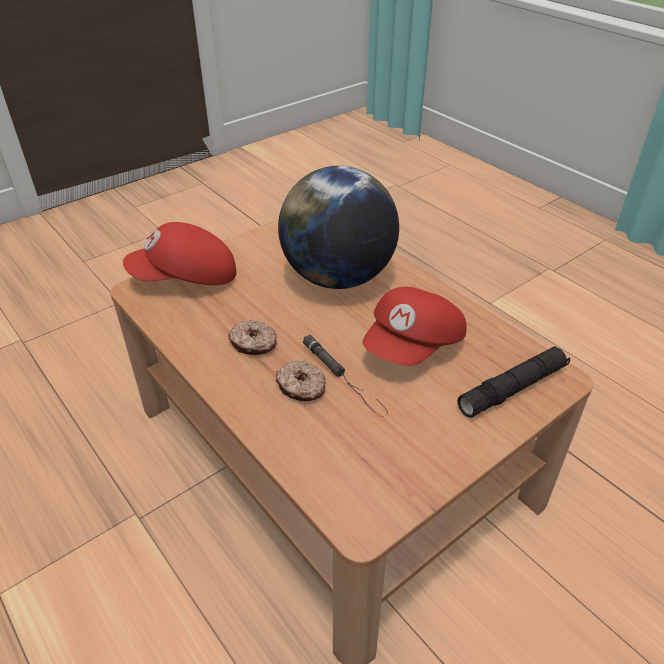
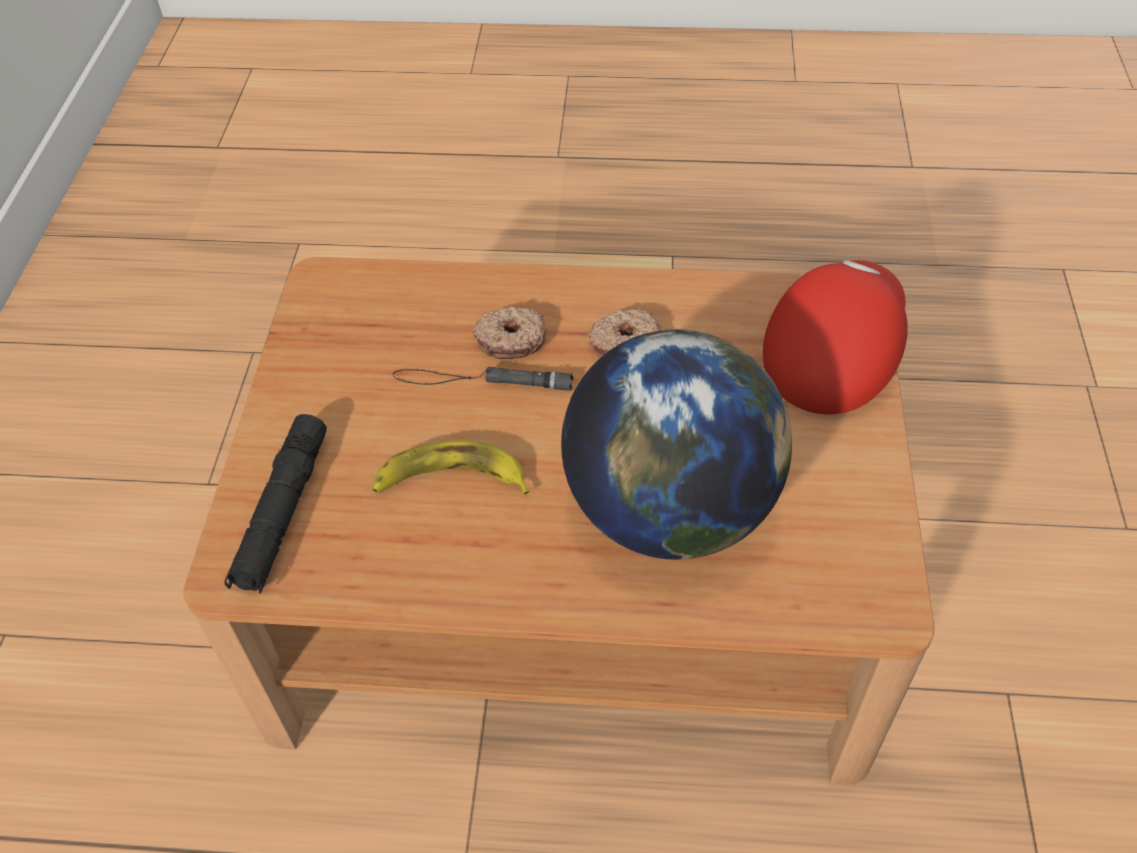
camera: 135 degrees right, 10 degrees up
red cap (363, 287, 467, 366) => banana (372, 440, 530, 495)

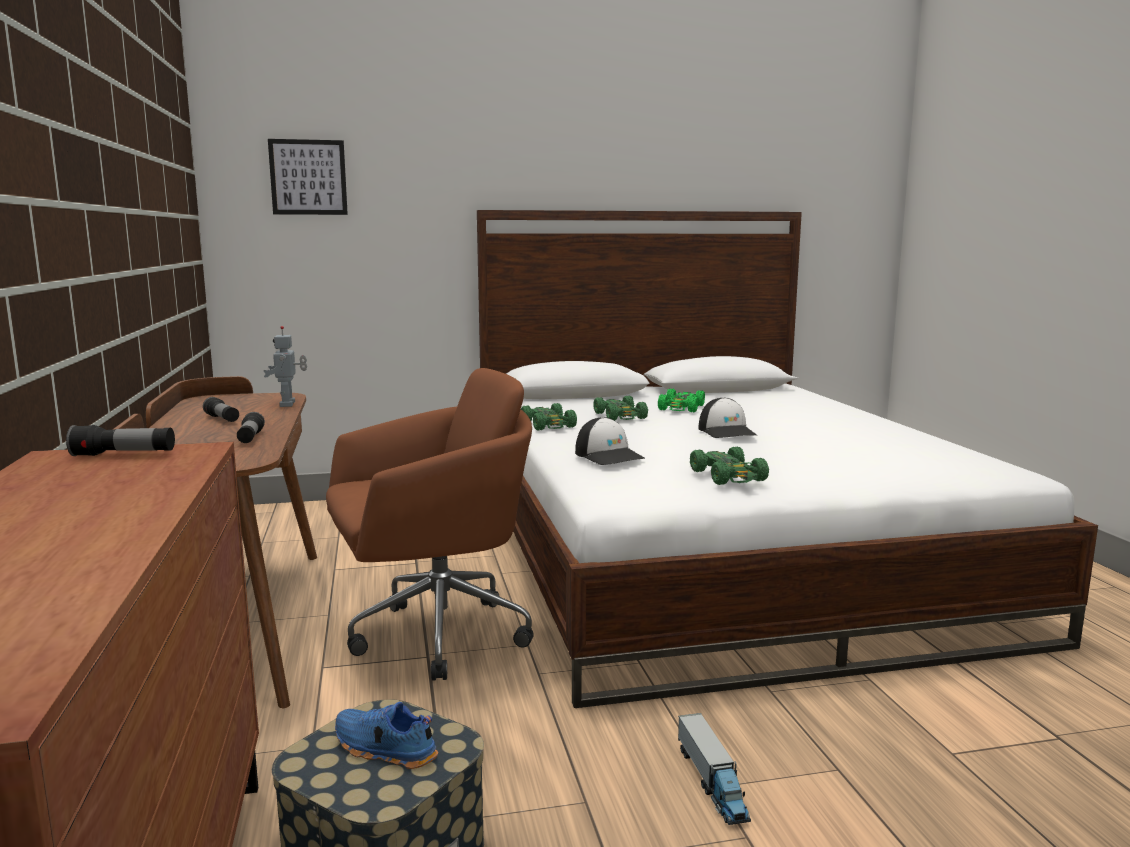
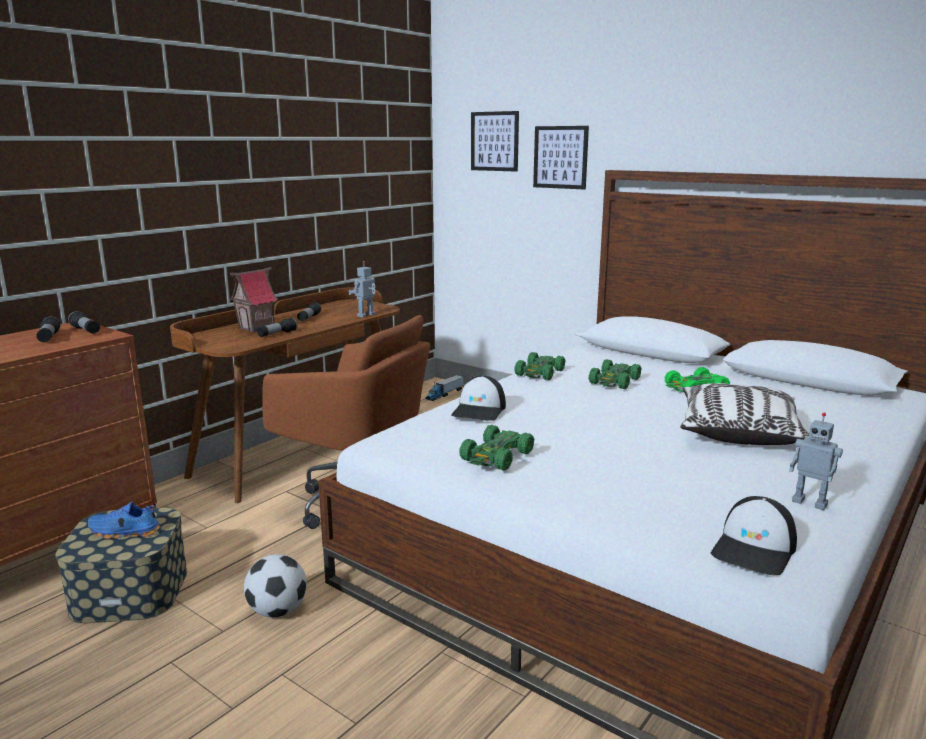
camera: 50 degrees right, 5 degrees up
blue shoe (335, 702, 438, 769) => blue shoe (88, 502, 160, 539), 75 degrees counterclockwise
toy truck (678, 713, 751, 825) => toy truck (425, 375, 464, 401), shifted
cap (698, 397, 758, 438) => cap (711, 496, 797, 575), shifted
nothing => flashlight (37, 316, 61, 342)
nothing => toy house (229, 267, 279, 332)
nothing => football (244, 554, 307, 617)
nothing => picture (533, 126, 589, 190)
nothing => pillow (680, 383, 809, 445)
nothing => toy robot (789, 413, 843, 510)

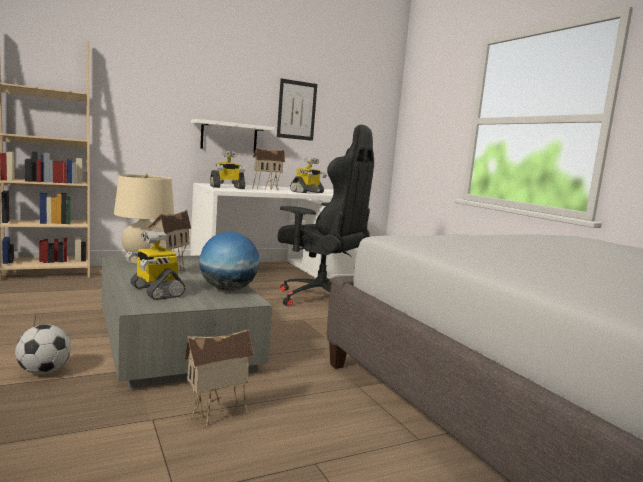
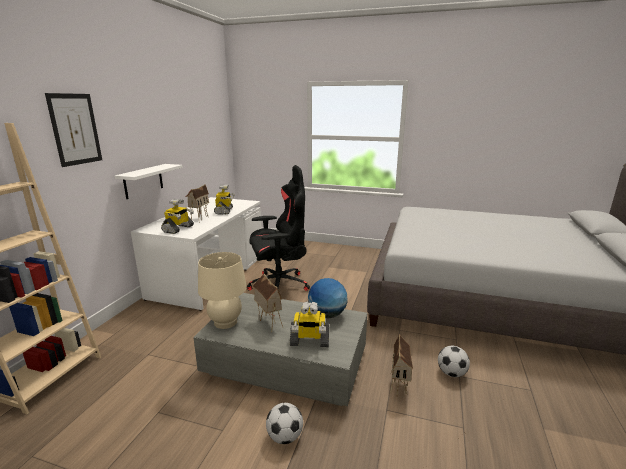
camera: 45 degrees left, 10 degrees up
picture (277, 79, 317, 141) => picture (45, 93, 102, 167), shifted
nothing => football (438, 346, 470, 377)

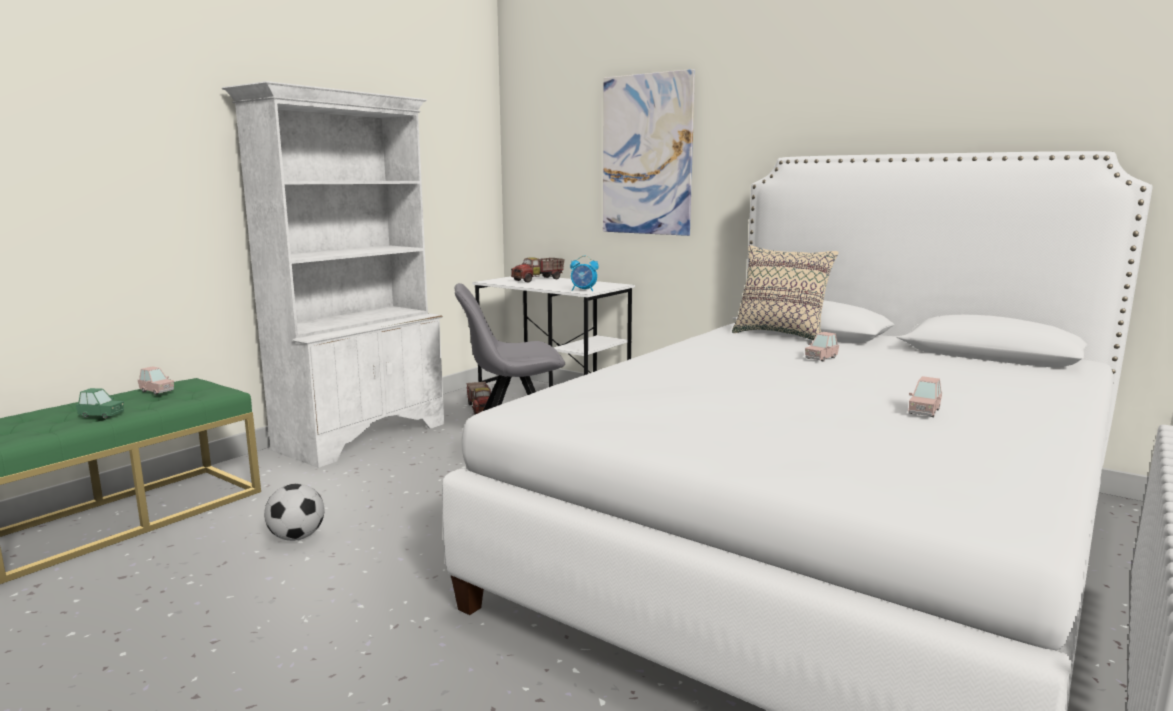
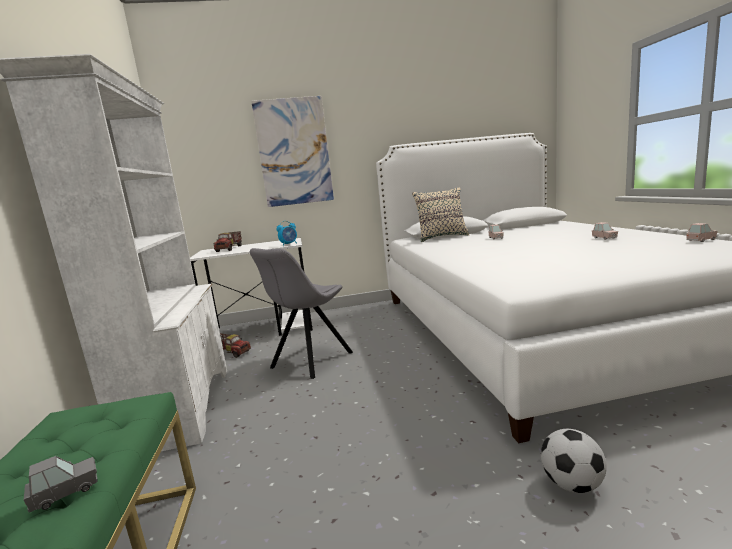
camera: 45 degrees left, 0 degrees up
green toy car (76, 388, 124, 418) => grey toy car (24, 456, 97, 512)
pink toy car (138, 366, 174, 395) => pink toy car (686, 223, 718, 242), shifted
football (264, 484, 324, 541) => football (541, 429, 607, 493), shifted

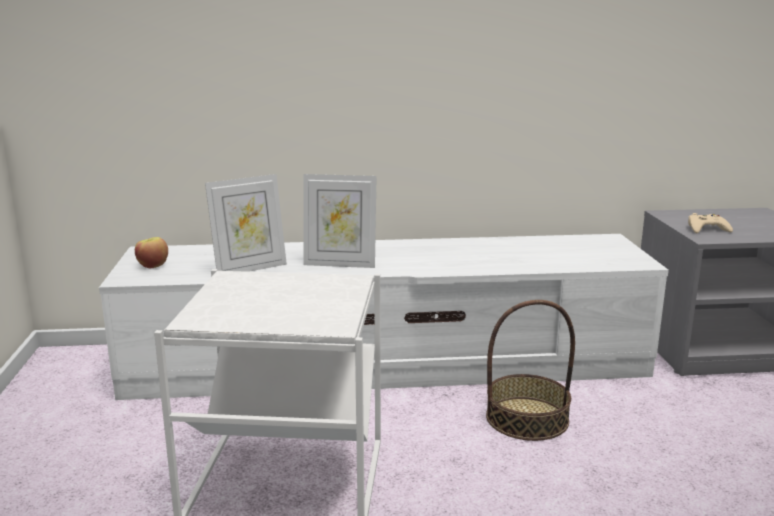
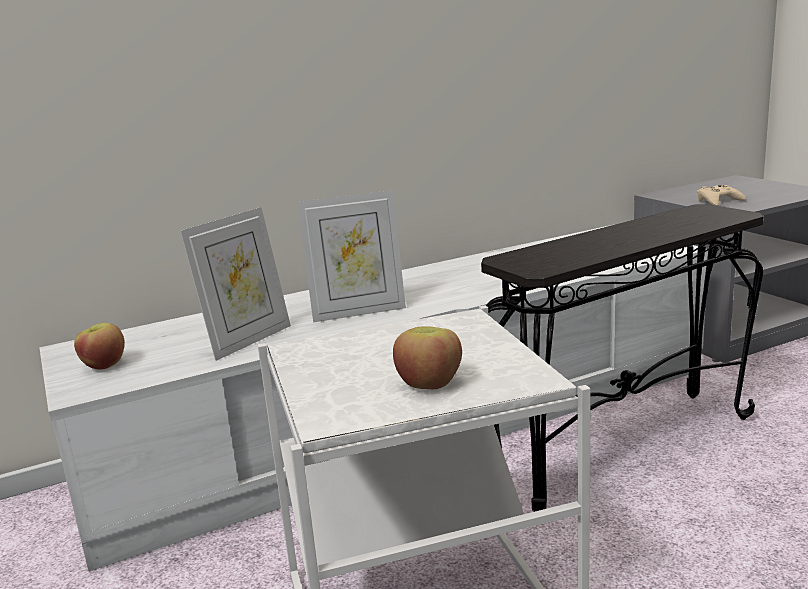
camera: 20 degrees left, 0 degrees up
basket (486, 300, 575, 441) => black side table (481, 204, 763, 512)
nothing => apple (393, 326, 462, 389)

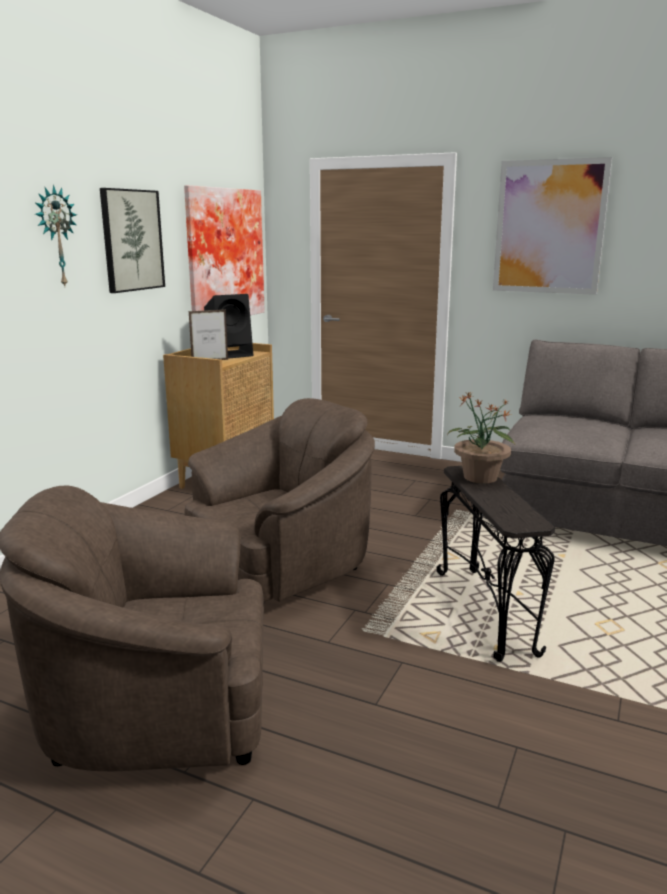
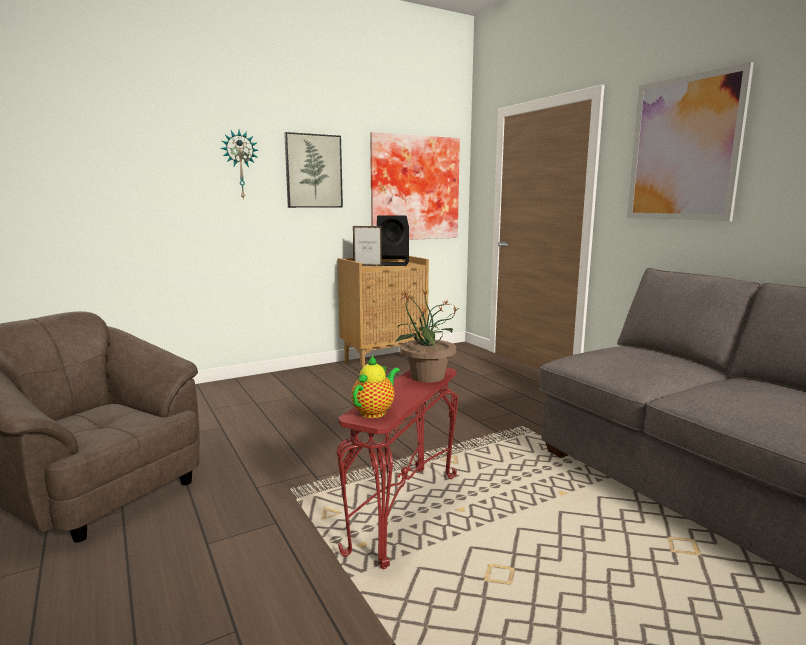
camera: 35 degrees right, 5 degrees down
brown armchair (184, 398, 375, 602) => nothing
black side table (436, 466, 555, 662) => red side table (337, 368, 458, 569)
nothing => teapot (351, 355, 400, 418)

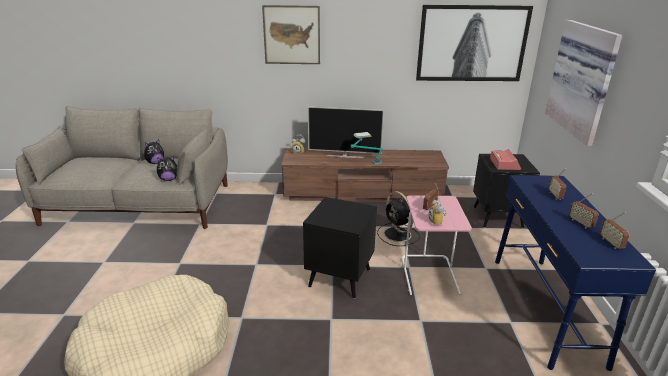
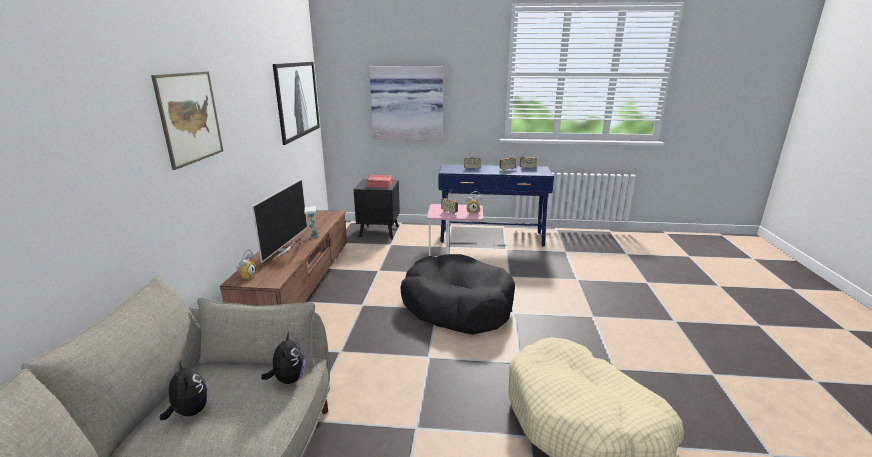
camera: 85 degrees left, 5 degrees down
black side table (303, 197, 377, 299) => black dog bed (400, 254, 515, 335)
black fan (377, 191, 420, 246) => nothing

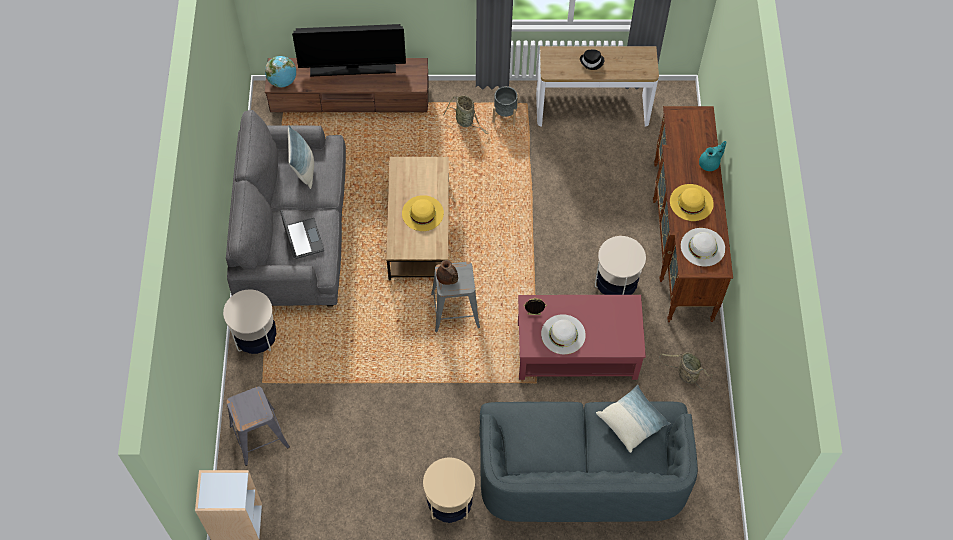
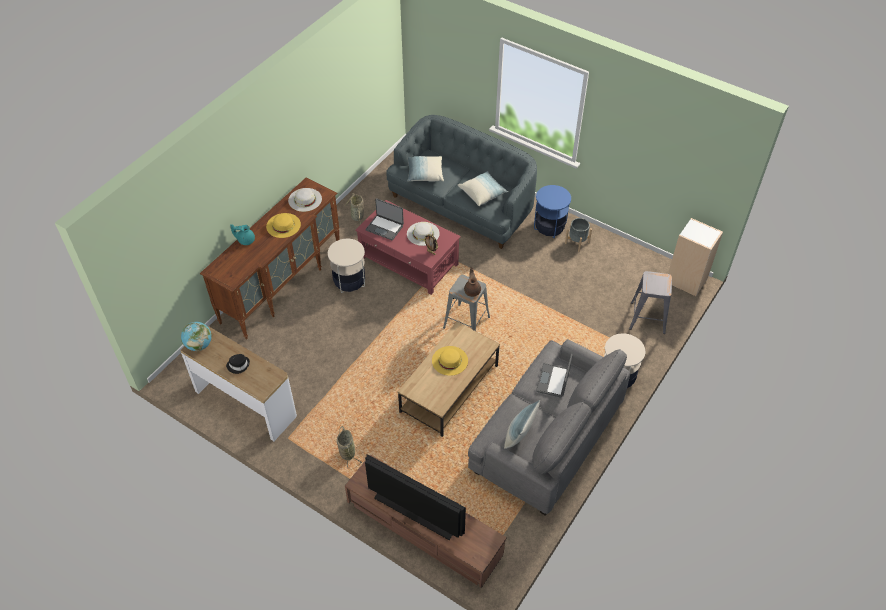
camera: 145 degrees left, 10 degrees down
globe (265, 56, 296, 87) => globe (181, 322, 212, 351), shifted
beige side table (423, 458, 475, 523) => blue side table (534, 185, 571, 238)
grey planter (493, 86, 519, 125) => grey planter (565, 218, 592, 252), shifted
nothing => laptop (366, 198, 404, 240)
nothing => pillow (458, 171, 508, 206)

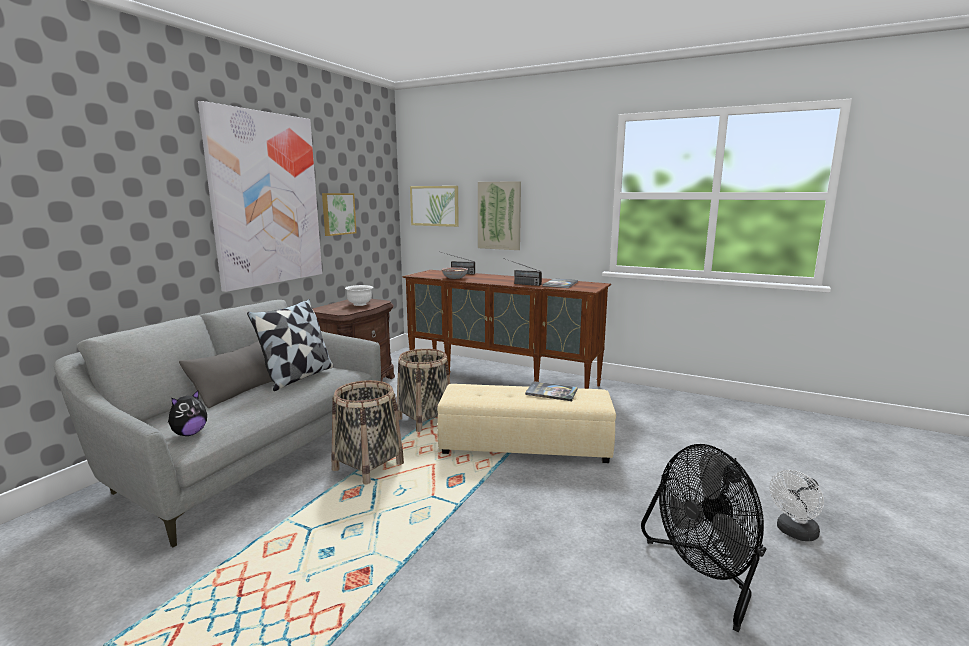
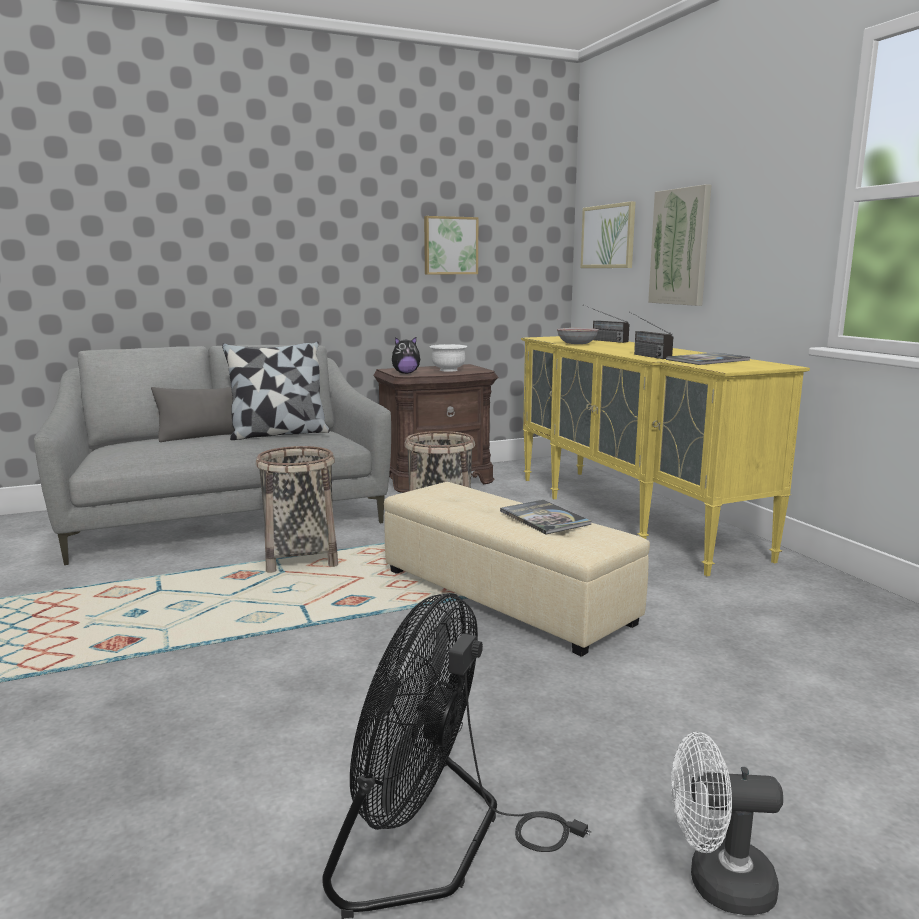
camera: 40 degrees right, 0 degrees up
plush toy (168, 390, 207, 436) => plush toy (392, 337, 420, 374), shifted
picture (198, 101, 322, 292) => nothing
brown cabinet (403, 270, 611, 389) => yellow cabinet (521, 336, 810, 576)

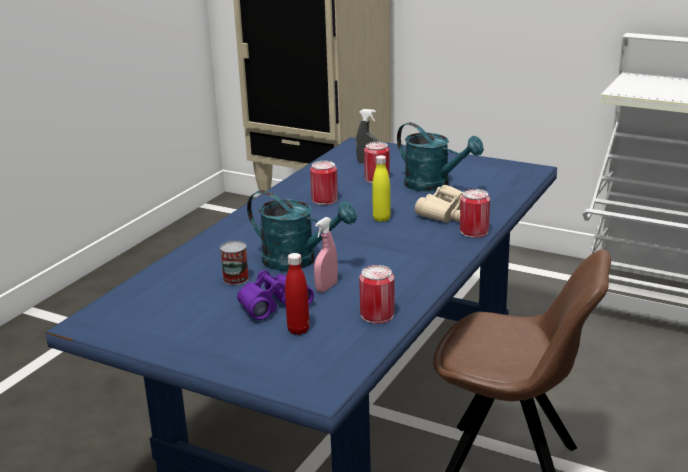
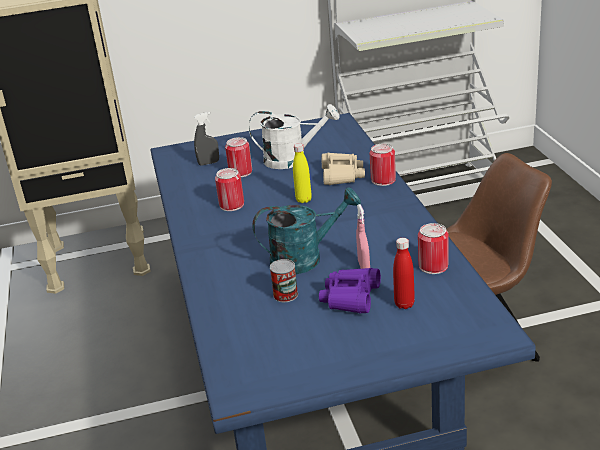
camera: 40 degrees left, 5 degrees up
turquoise watering can (397, 123, 484, 192) => white watering can (249, 104, 340, 169)

